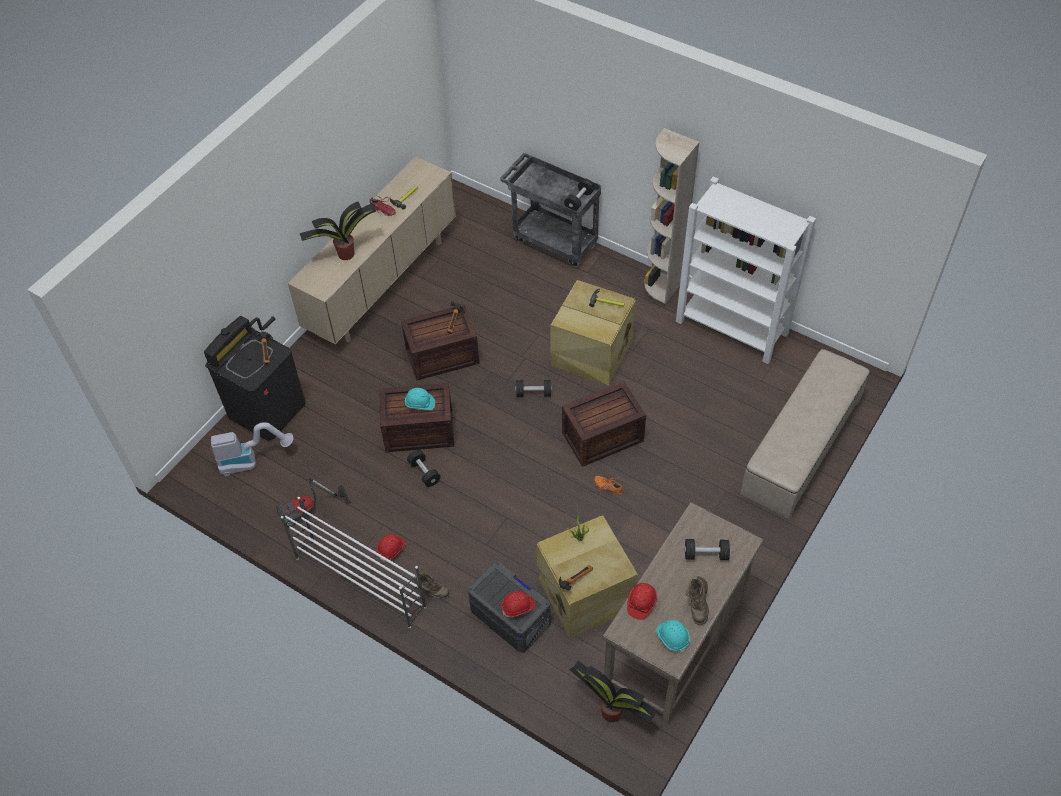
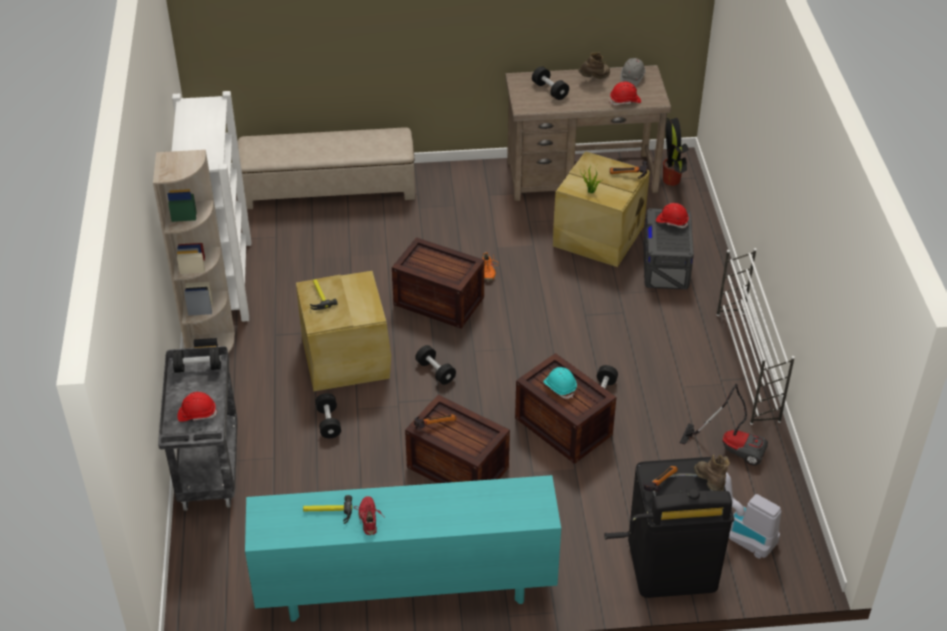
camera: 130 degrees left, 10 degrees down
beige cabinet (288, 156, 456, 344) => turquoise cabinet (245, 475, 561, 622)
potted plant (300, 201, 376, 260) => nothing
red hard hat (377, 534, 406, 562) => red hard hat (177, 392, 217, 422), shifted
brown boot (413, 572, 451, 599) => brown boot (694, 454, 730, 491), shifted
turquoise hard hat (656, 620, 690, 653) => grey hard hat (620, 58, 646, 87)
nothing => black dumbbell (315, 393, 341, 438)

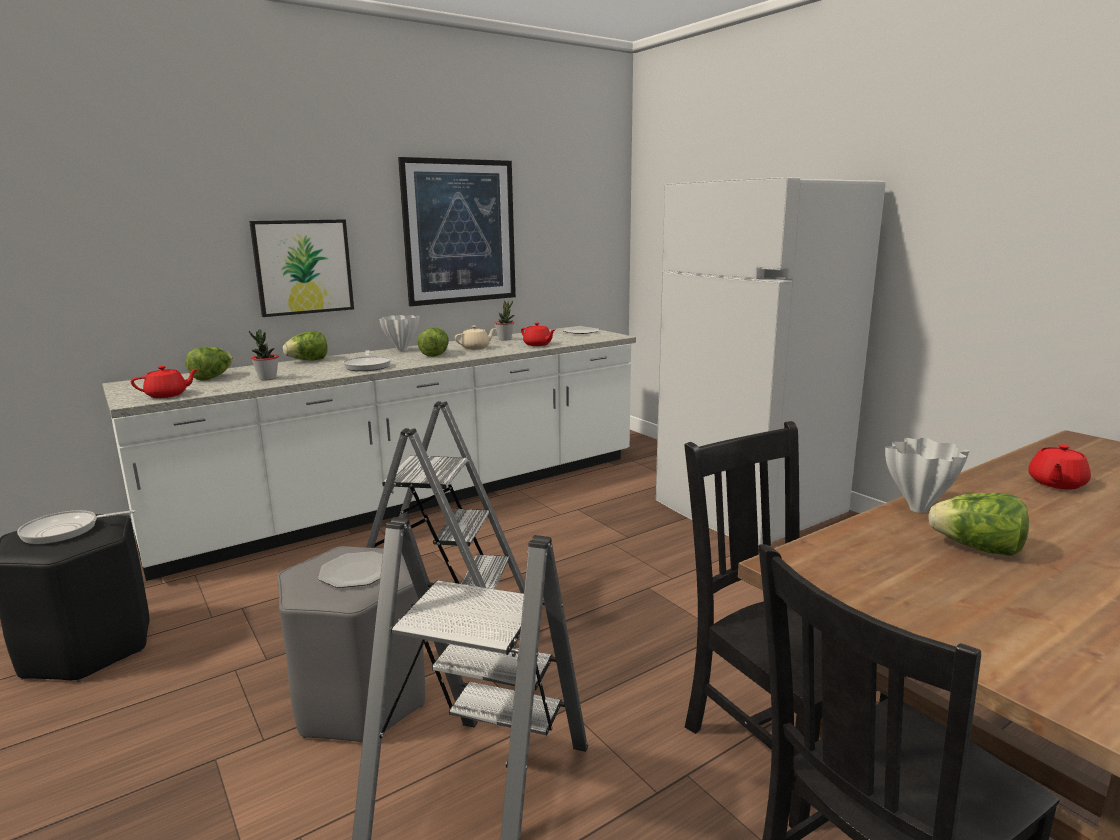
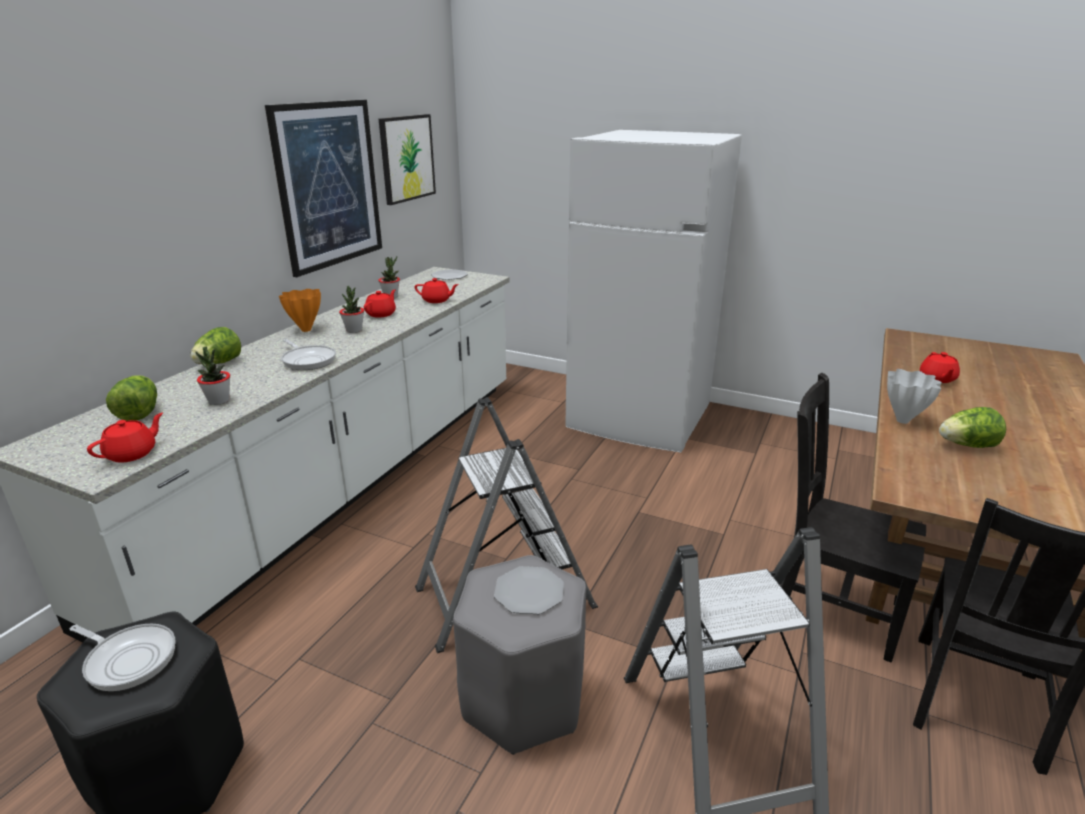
camera: 30 degrees left, 10 degrees up
frying pan (17, 510, 135, 544) => frying pan (70, 623, 175, 691), 105 degrees counterclockwise
picture (249, 219, 354, 317) => picture (379, 114, 436, 205), shifted
white vase (379, 315, 419, 352) => orange vase (279, 289, 321, 332)
lettuce (417, 327, 449, 357) => potted plant (339, 286, 364, 333)
beige teapot (455, 325, 496, 350) => red teapot (364, 290, 396, 318)

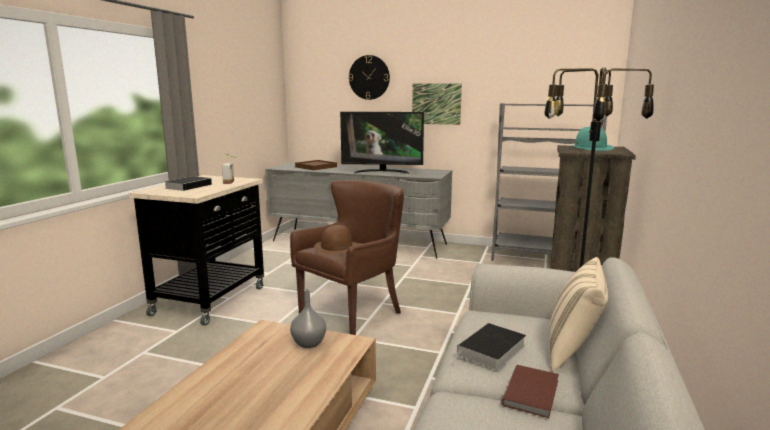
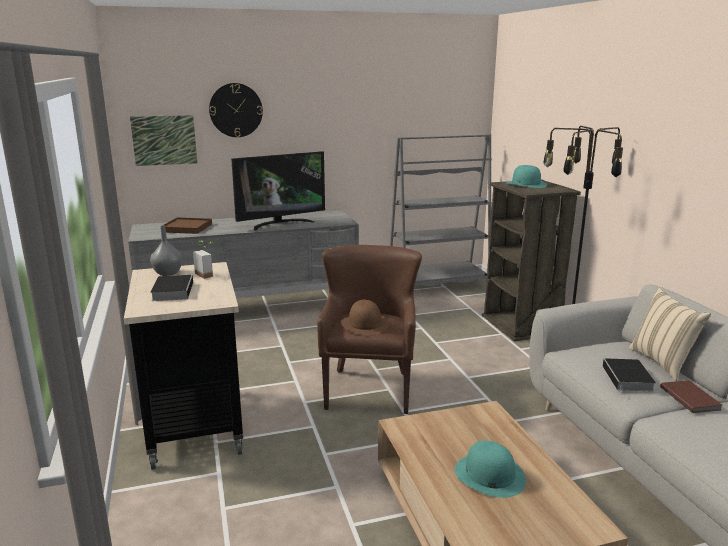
camera: 35 degrees left, 5 degrees up
grey vase (290, 289, 326, 348) => grey vase (150, 225, 182, 276), shifted
picture (412, 83, 462, 125) => picture (130, 115, 197, 166), shifted
nothing => turquoise hat (455, 440, 526, 498)

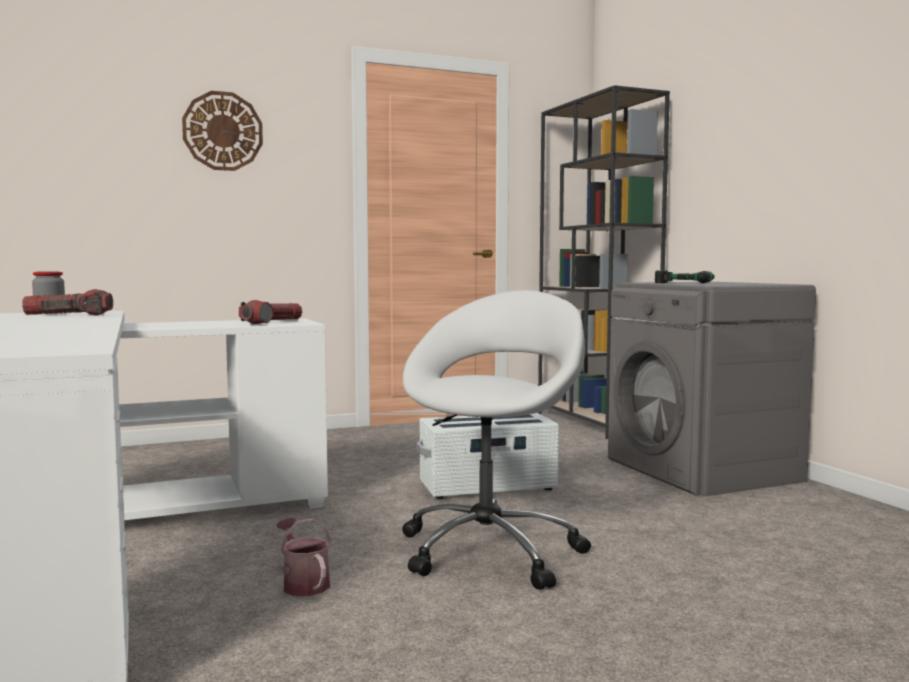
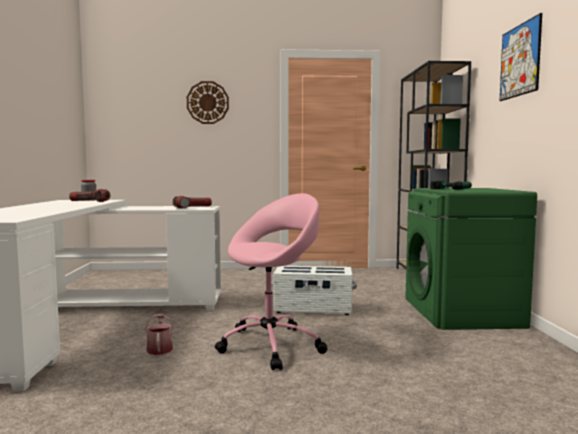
camera: 20 degrees right, 0 degrees up
white office chair (402, 290, 591, 590) => pink office chair (215, 193, 327, 370)
grey washing machine (608, 282, 816, 496) => green washing machine (405, 188, 537, 330)
nothing => picture (500, 13, 542, 101)

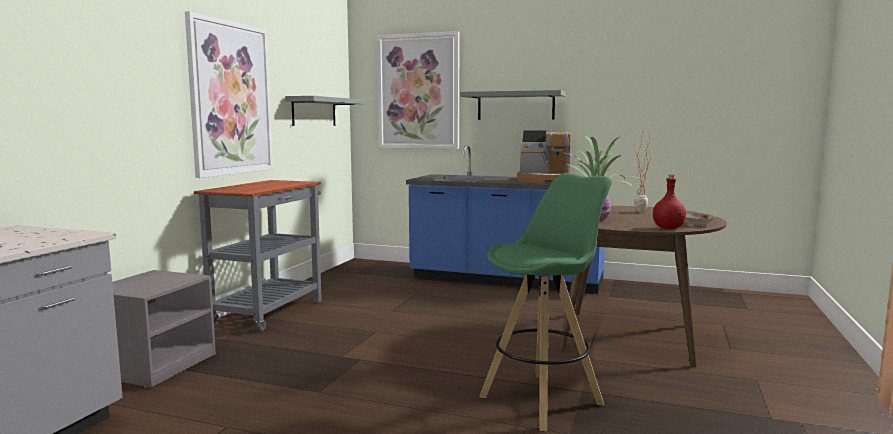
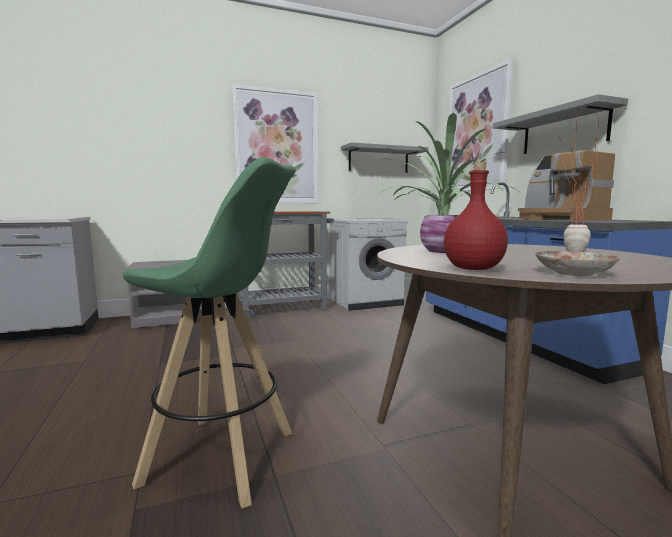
camera: 50 degrees right, 0 degrees up
nothing => white washing machine (330, 218, 407, 311)

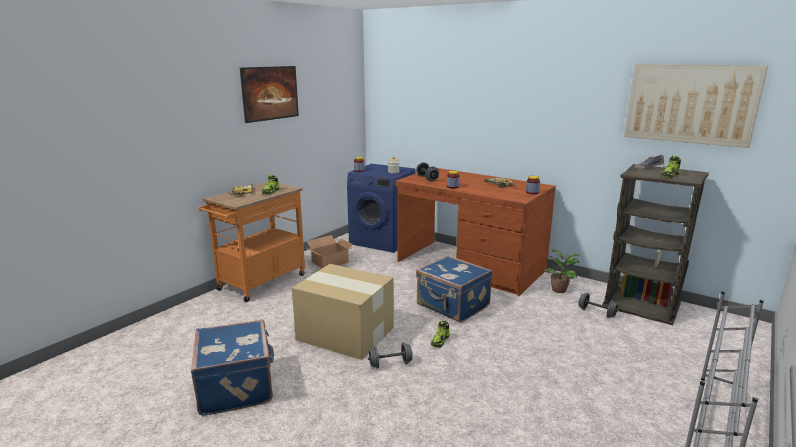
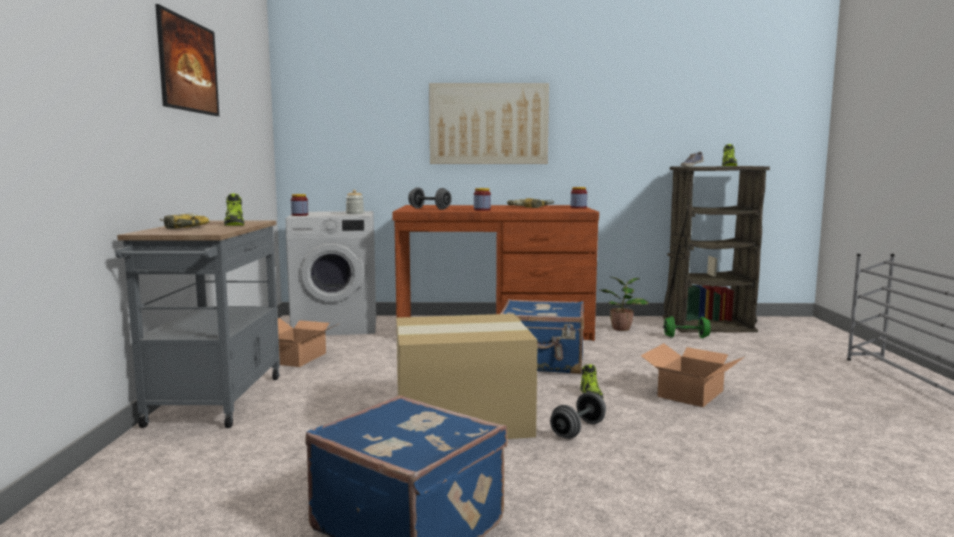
camera: 35 degrees left, 10 degrees down
orange cart (198, 182, 305, 302) => grey cart (115, 221, 280, 428)
blue washing machine (347, 164, 416, 253) => white washing machine (286, 211, 376, 335)
grey dumbbell (578, 293, 618, 318) => green dumbbell (663, 316, 711, 338)
picture (624, 64, 768, 148) => picture (429, 83, 549, 164), shifted
nothing => cardboard box (641, 343, 744, 407)

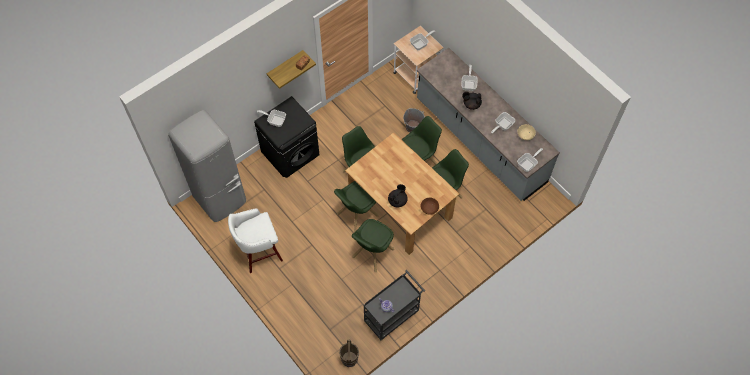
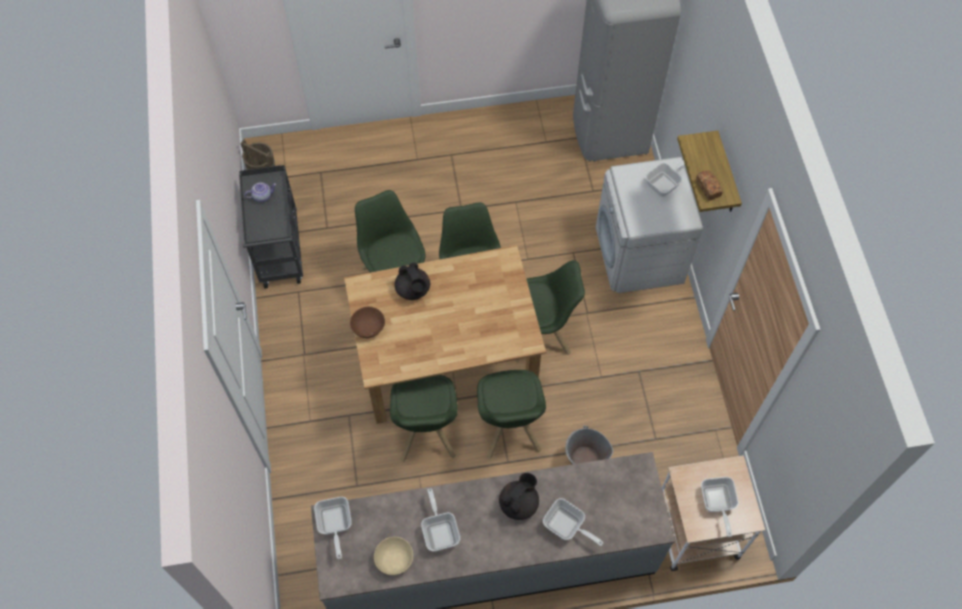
camera: 120 degrees right, 0 degrees up
white stool (228, 208, 283, 273) => nothing
black washing machine (254, 96, 319, 178) => white washing machine (595, 157, 703, 293)

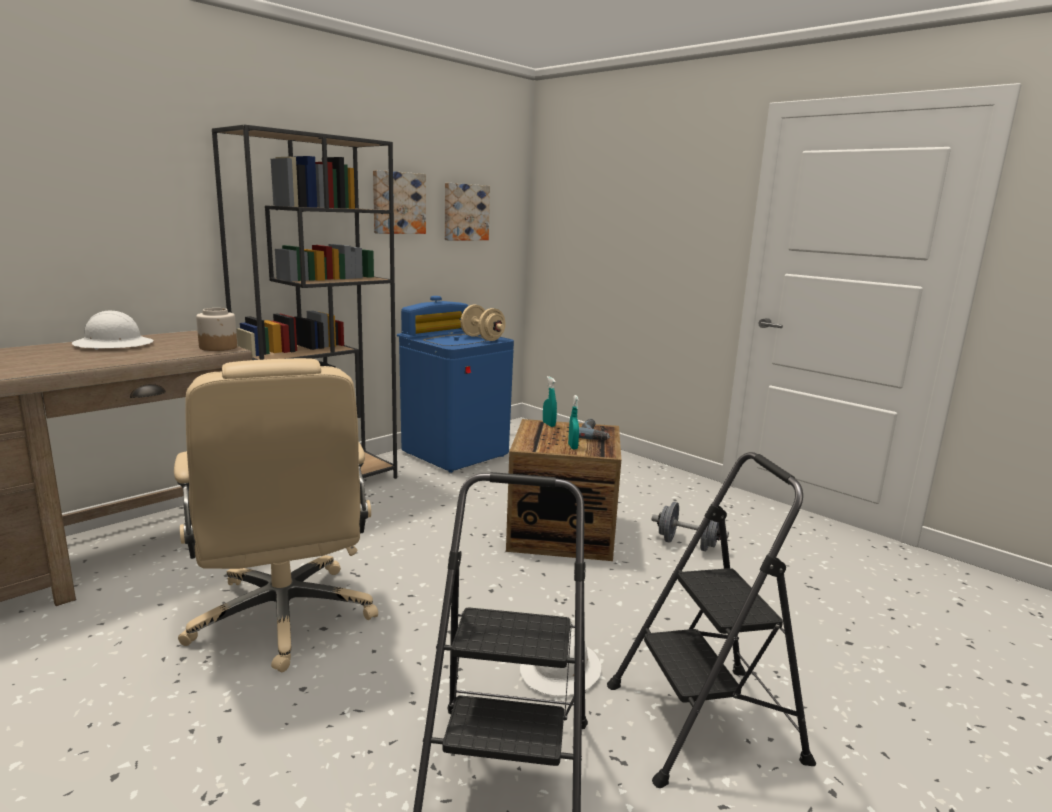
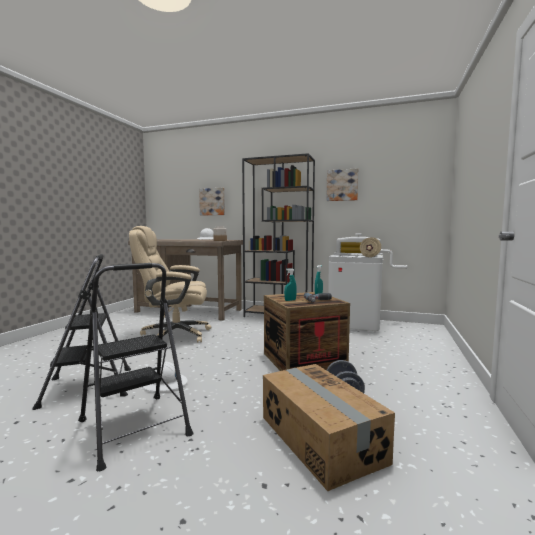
camera: 65 degrees right, 10 degrees down
beige office chair (174, 358, 378, 672) => beige office chair (129, 226, 211, 343), 45 degrees clockwise
blue washing machine (397, 296, 514, 473) => white washing machine (328, 233, 407, 333)
picture (445, 183, 490, 240) => picture (199, 188, 225, 215), shifted
nothing => cardboard box (263, 364, 395, 491)

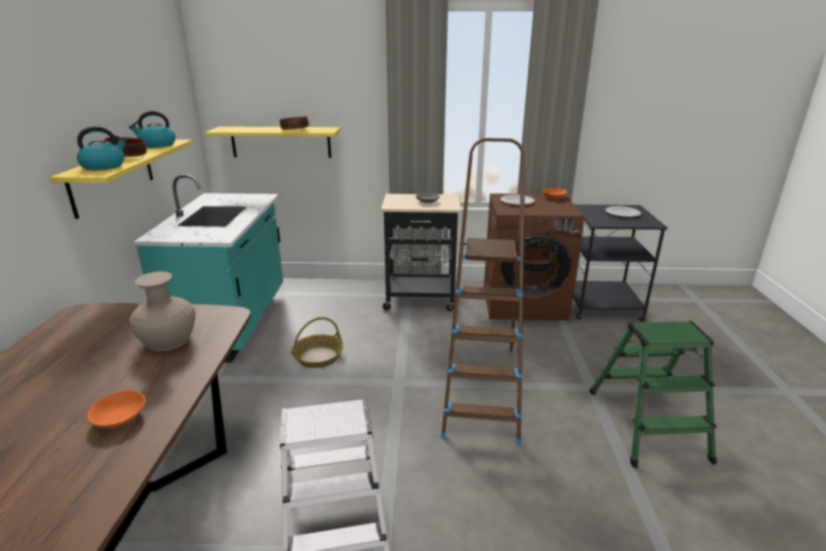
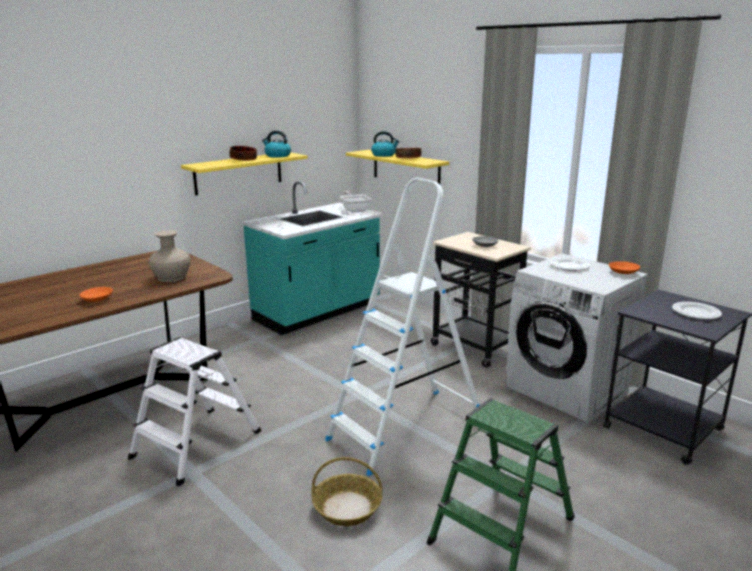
camera: 45 degrees right, 5 degrees down
kettle (77, 126, 127, 170) => kettle (371, 131, 400, 157), shifted
basket (291, 317, 344, 368) => basket (311, 457, 382, 526), shifted
brown step ladder (441, 138, 525, 445) => white step ladder (325, 178, 480, 476)
brown washing machine (484, 193, 584, 321) => white washing machine (507, 253, 648, 422)
nothing => frying pan (340, 191, 371, 213)

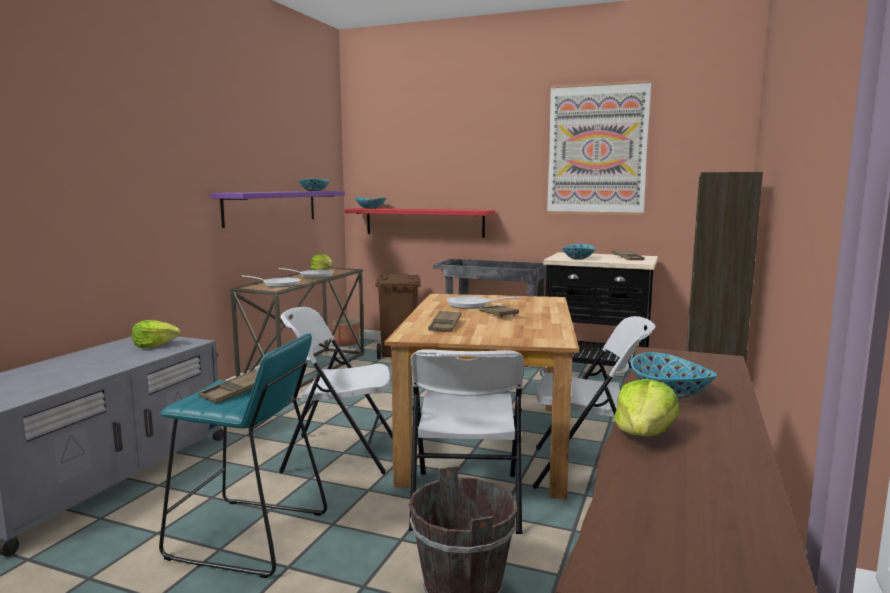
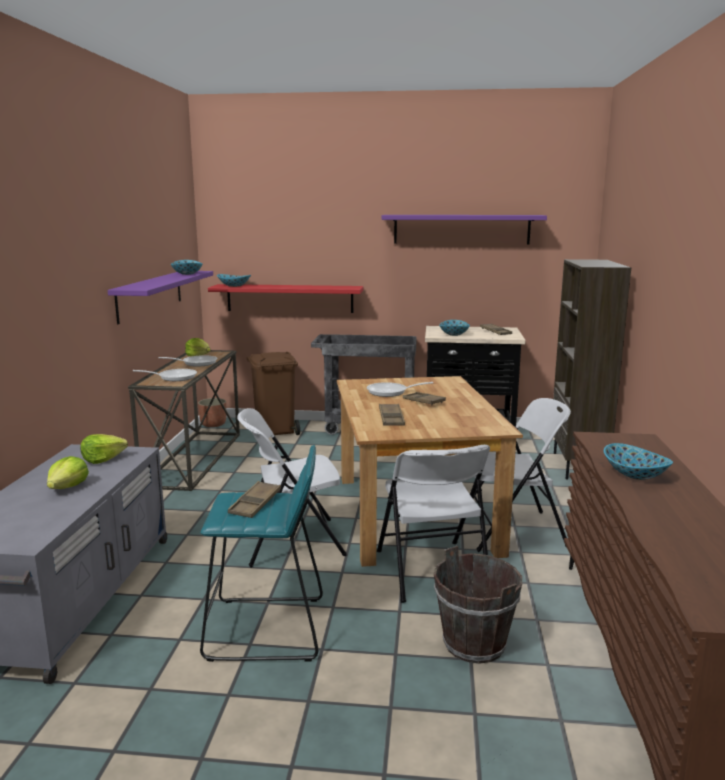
camera: 15 degrees left, 5 degrees up
picture (547, 80, 651, 215) => purple shelf (382, 215, 547, 244)
lettuce (614, 379, 679, 436) => lettuce (47, 456, 89, 489), shifted

